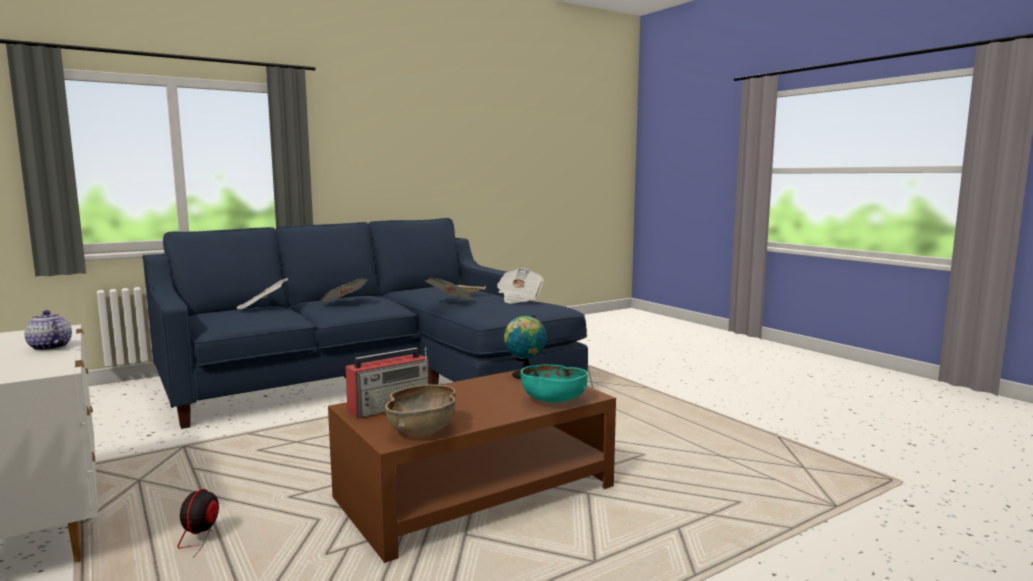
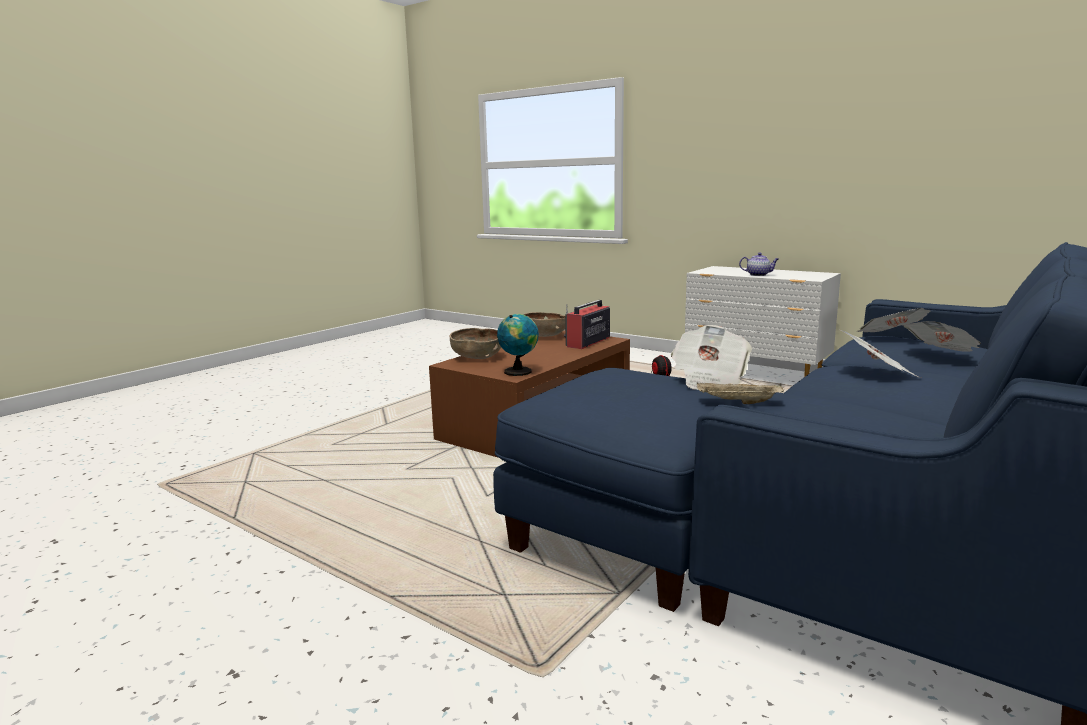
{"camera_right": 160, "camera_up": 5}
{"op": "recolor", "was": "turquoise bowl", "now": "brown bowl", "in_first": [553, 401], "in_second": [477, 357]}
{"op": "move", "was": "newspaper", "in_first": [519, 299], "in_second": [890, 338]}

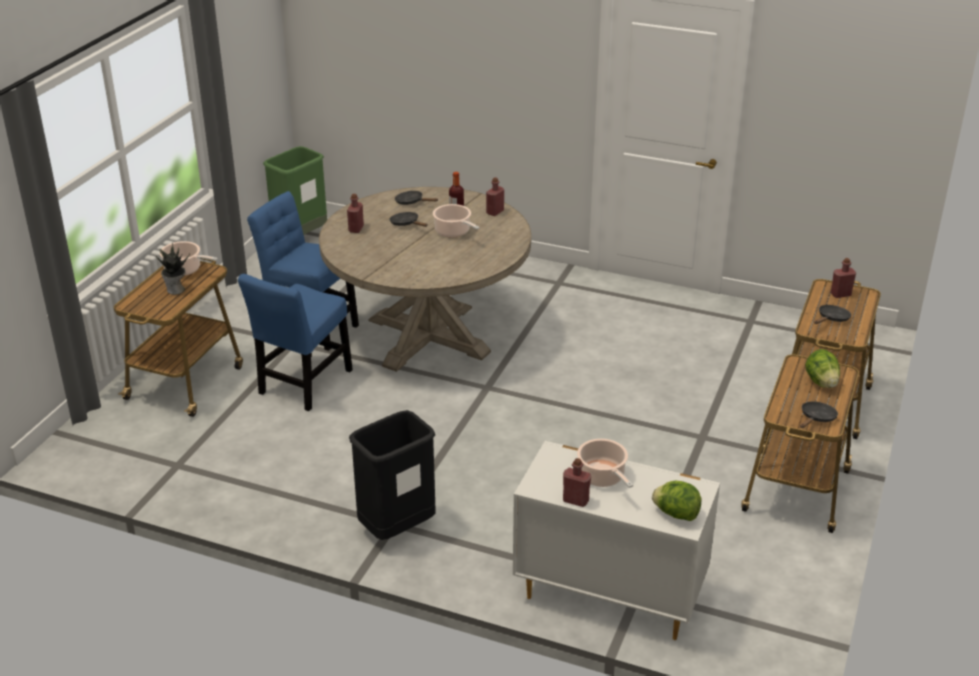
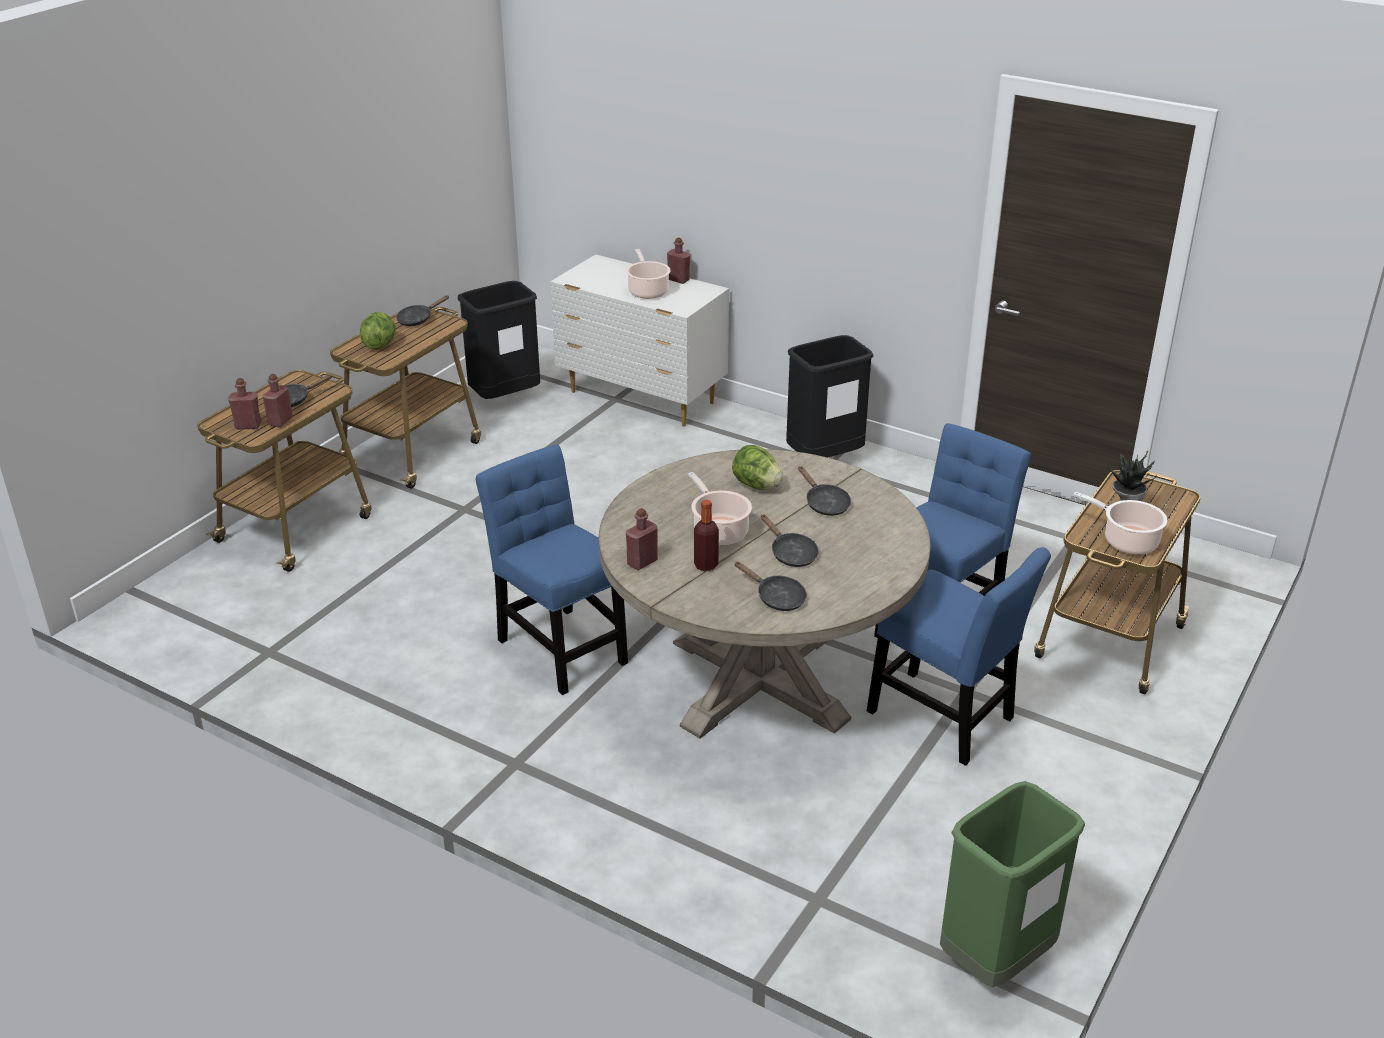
{"camera_right": -170, "camera_up": 0}
{"op": "move", "was": "red bottle", "in_first": [356, 229], "in_second": [280, 421]}
{"op": "insert", "now": "black trash can", "in_second": [505, 398]}
{"op": "insert", "now": "blue chair", "in_second": [559, 647]}
{"op": "move", "was": "lettuce", "in_first": [676, 514], "in_second": [756, 486]}
{"op": "insert", "now": "black frying pan", "in_second": [824, 503]}

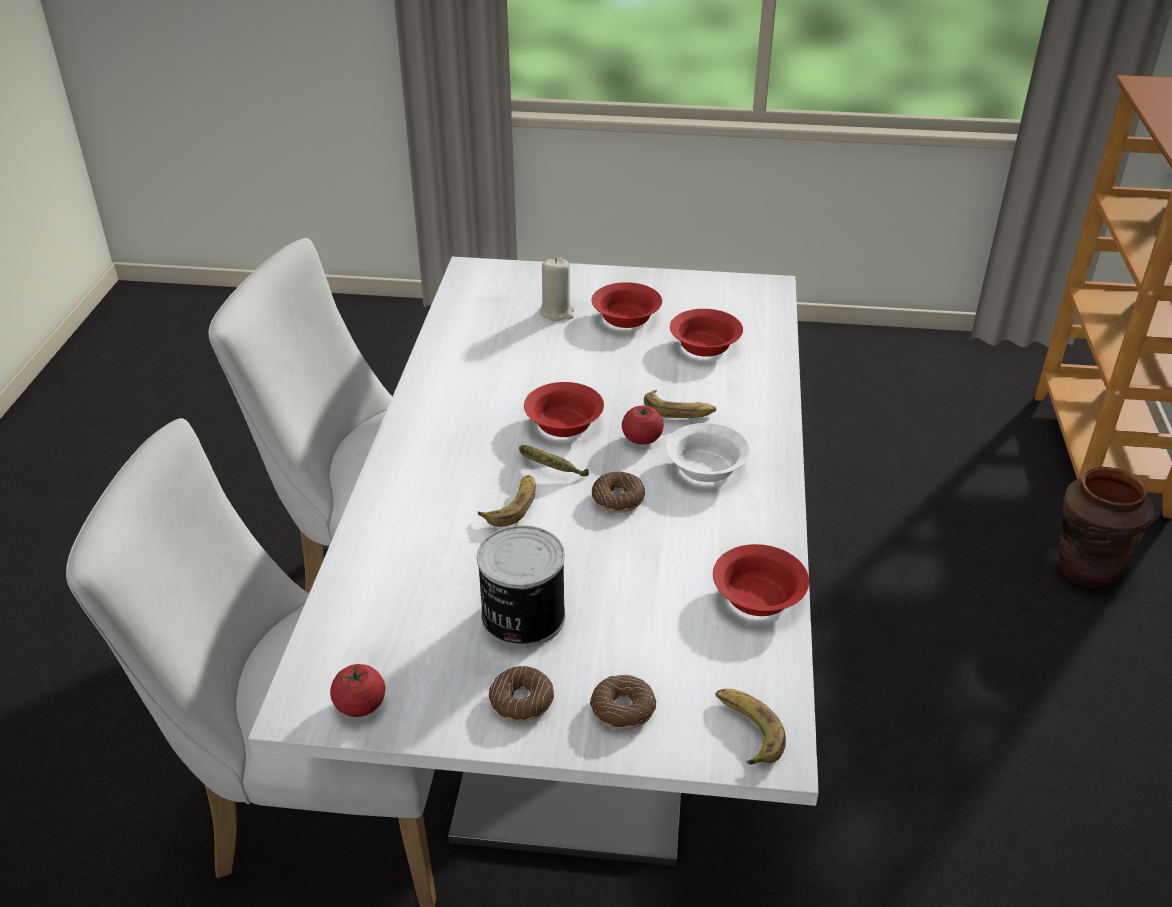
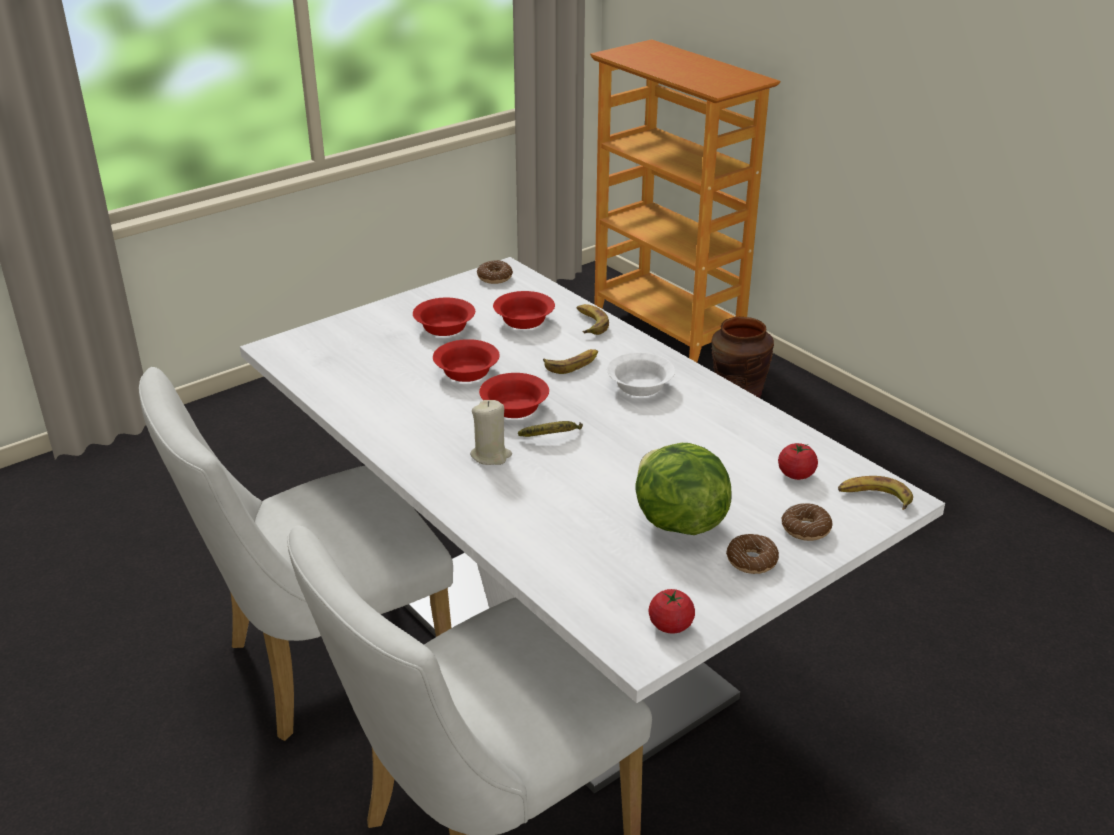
{"camera_right": -45, "camera_up": -5}
{"op": "move", "was": "red bowl", "in_first": [759, 597], "in_second": [468, 372]}
{"op": "move", "was": "beige candle", "in_first": [557, 312], "in_second": [491, 455]}
{"op": "move", "was": "donut", "in_first": [618, 499], "in_second": [494, 278]}
{"op": "move", "was": "banana", "in_first": [512, 505], "in_second": [589, 323]}
{"op": "replace", "was": "can", "now": "lettuce", "in_first": [521, 617], "in_second": [677, 522]}
{"op": "move", "was": "tomato", "in_first": [642, 439], "in_second": [796, 474]}

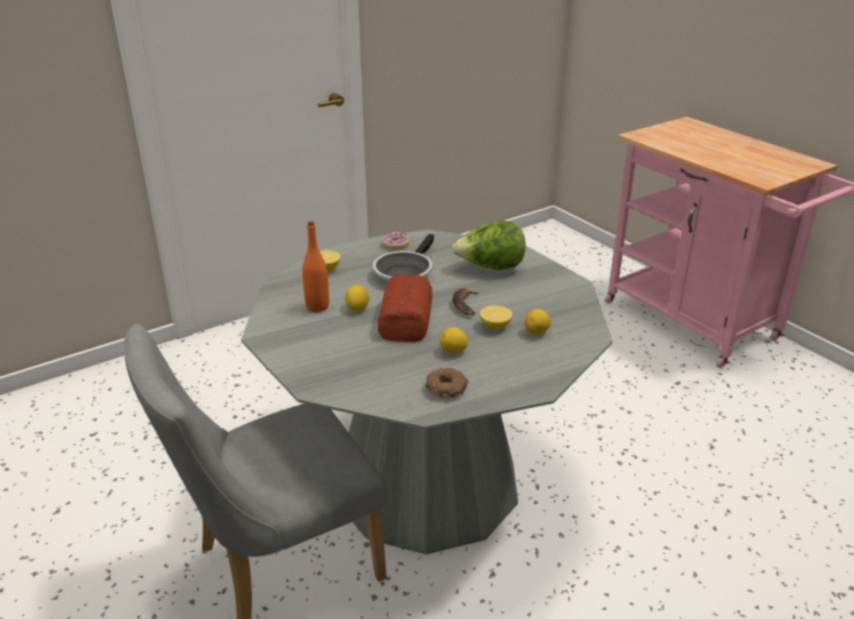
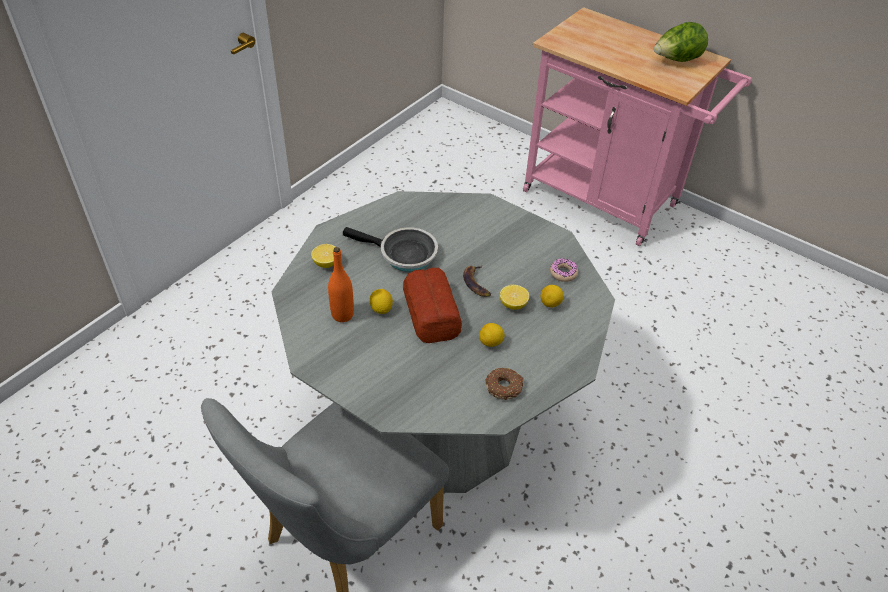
{"camera_right": -20, "camera_up": 15}
{"op": "rotate", "was": "frying pan", "in_first": [404, 273], "in_second": [403, 254], "clockwise": -75}
{"op": "move", "was": "donut", "in_first": [396, 244], "in_second": [563, 273]}
{"op": "move", "was": "lettuce", "in_first": [490, 268], "in_second": [676, 61]}

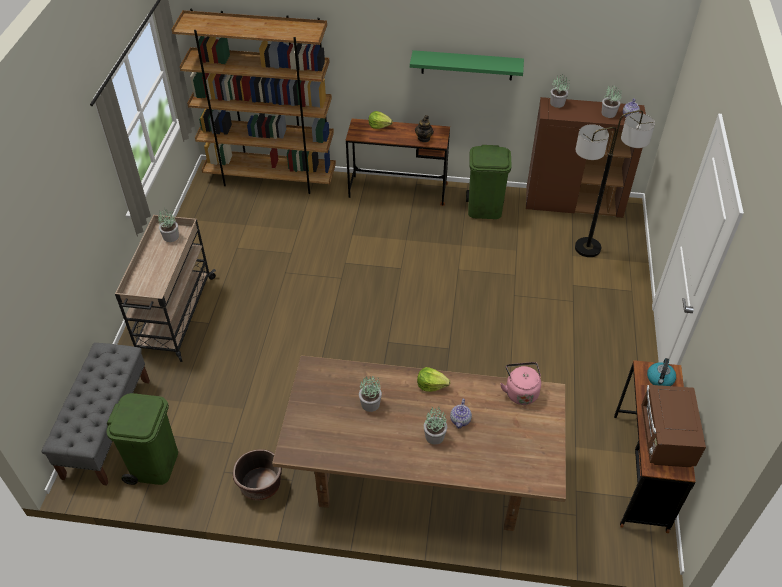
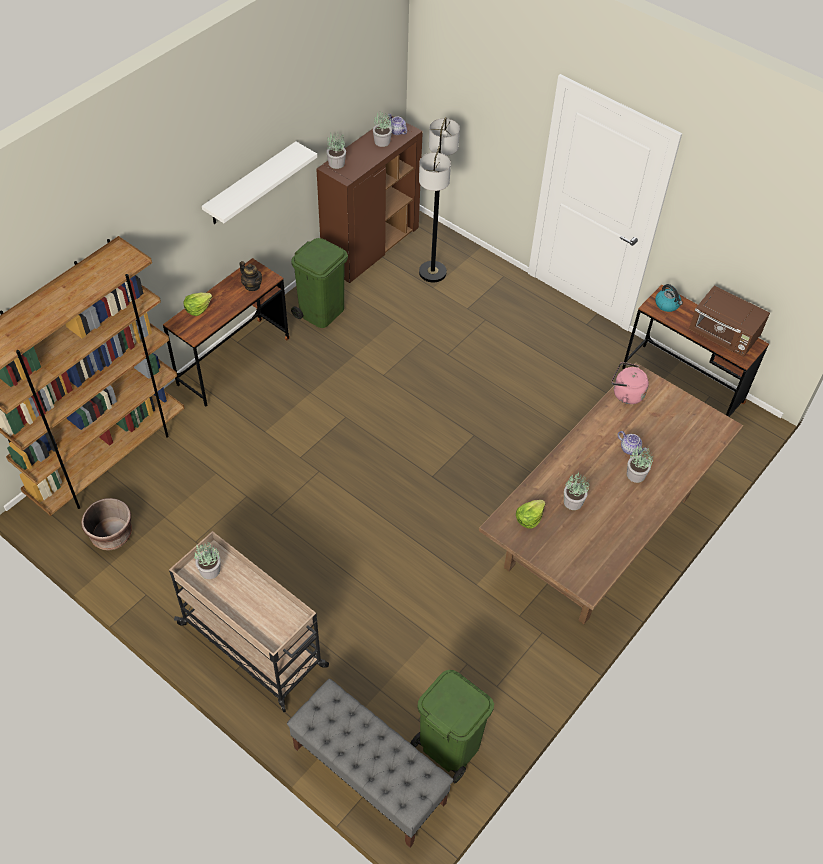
{"camera_right": -60, "camera_up": 5}
{"op": "move", "was": "brown planter", "in_first": [260, 485], "in_second": [112, 535]}
{"op": "recolor", "was": "green shelf", "now": "white shelf", "in_first": [467, 65], "in_second": [251, 184]}
{"op": "move", "was": "lettuce", "in_first": [431, 385], "in_second": [529, 518]}

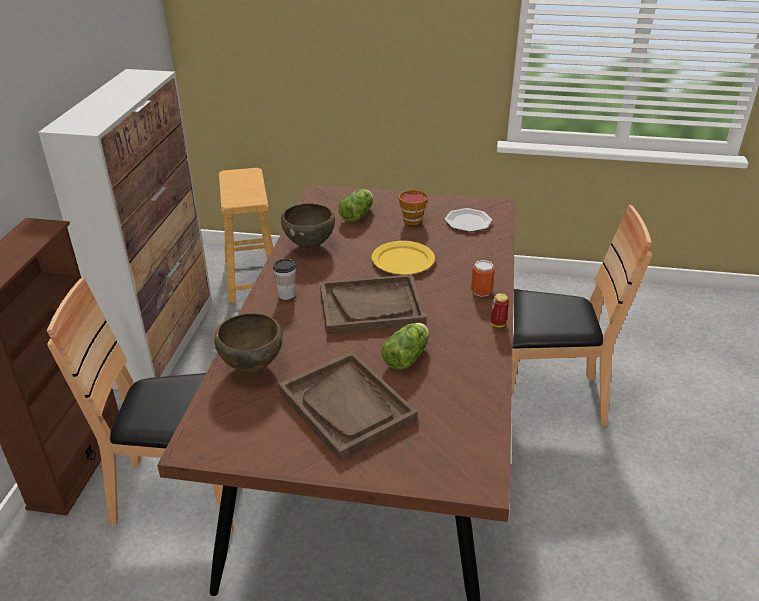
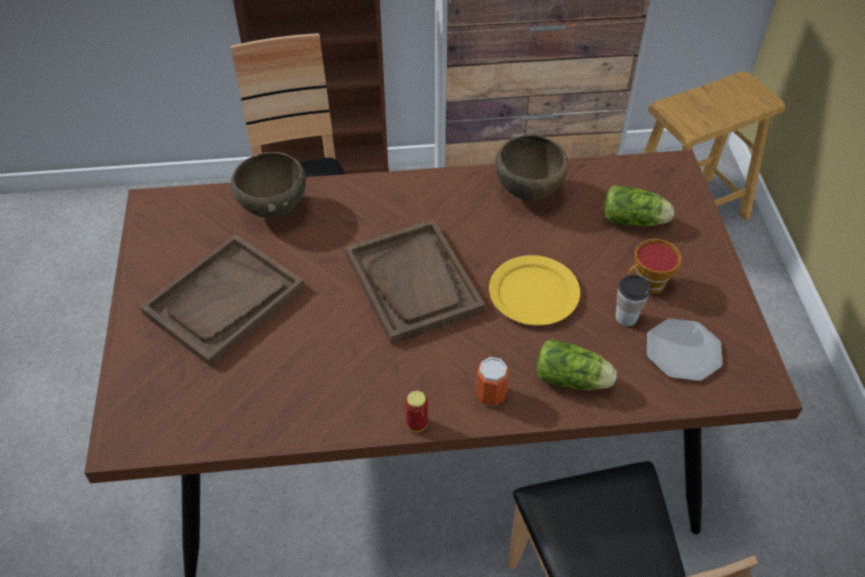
{"camera_right": 75, "camera_up": 15}
{"op": "move", "was": "lettuce", "in_first": [408, 355], "in_second": [574, 380]}
{"op": "move", "was": "cup", "in_first": [286, 295], "in_second": [626, 317]}

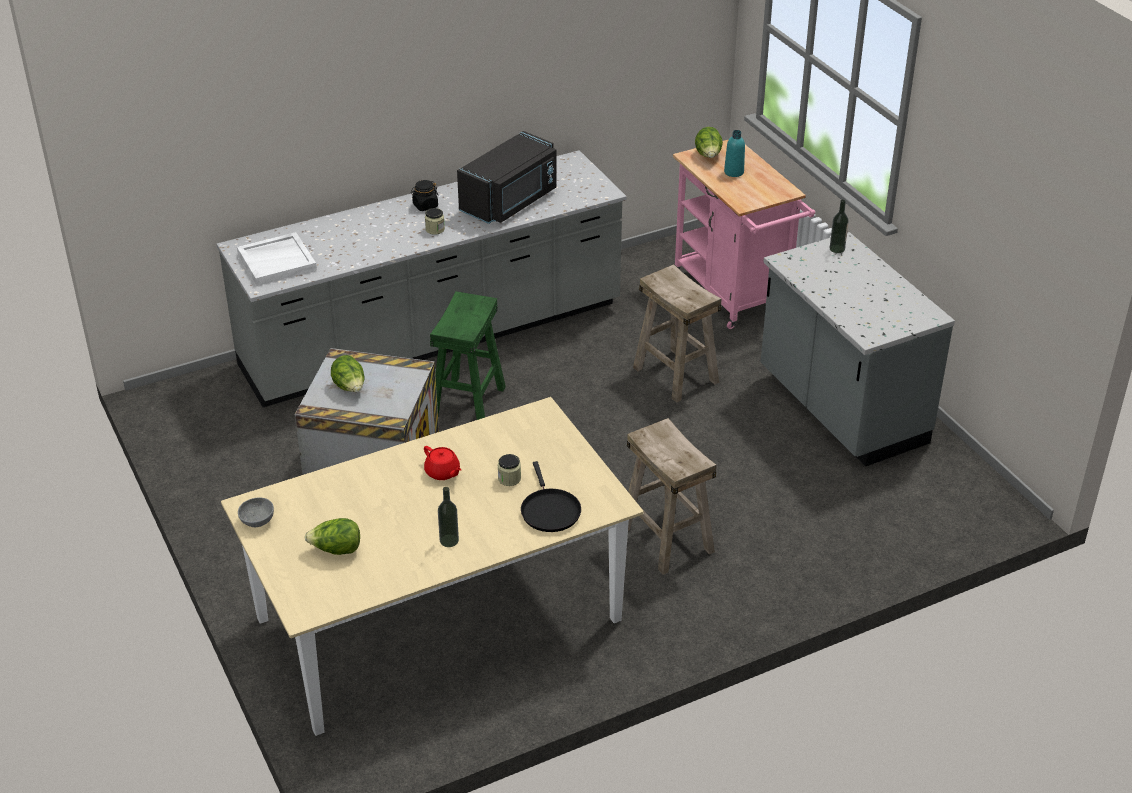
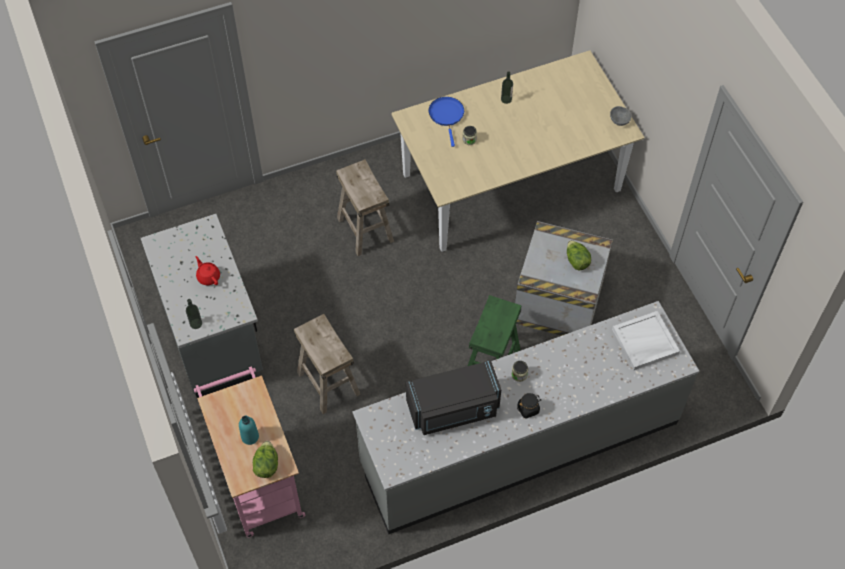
{"camera_right": -175, "camera_up": 20}
{"op": "move", "was": "red teapot", "in_first": [442, 472], "in_second": [208, 277]}
{"op": "rotate", "was": "black microwave", "in_first": [511, 201], "in_second": [453, 409], "clockwise": -150}
{"op": "recolor", "was": "black frying pan", "now": "blue frying pan", "in_first": [549, 510], "in_second": [447, 115]}
{"op": "delete", "was": "lettuce", "in_first": [336, 550]}

